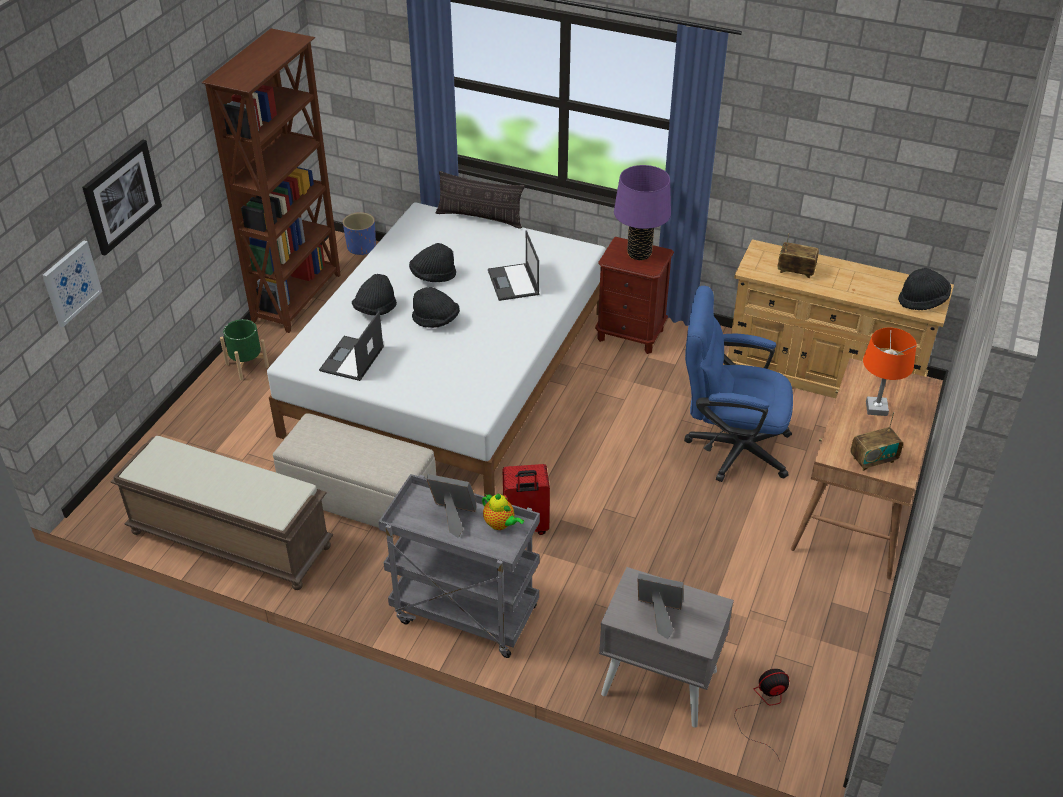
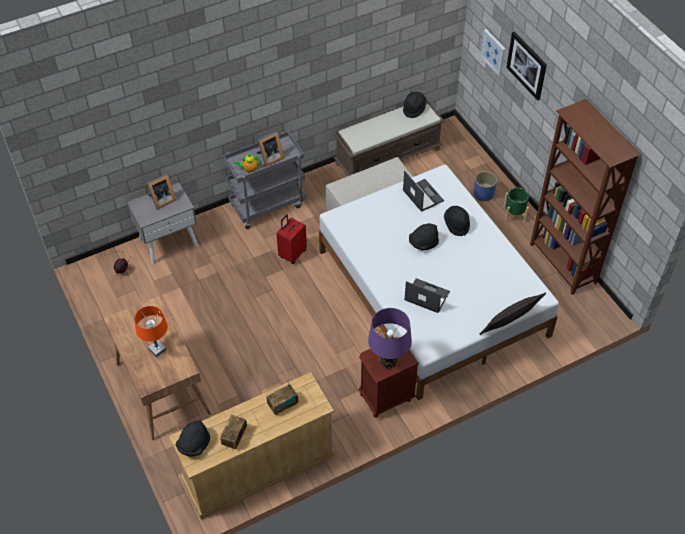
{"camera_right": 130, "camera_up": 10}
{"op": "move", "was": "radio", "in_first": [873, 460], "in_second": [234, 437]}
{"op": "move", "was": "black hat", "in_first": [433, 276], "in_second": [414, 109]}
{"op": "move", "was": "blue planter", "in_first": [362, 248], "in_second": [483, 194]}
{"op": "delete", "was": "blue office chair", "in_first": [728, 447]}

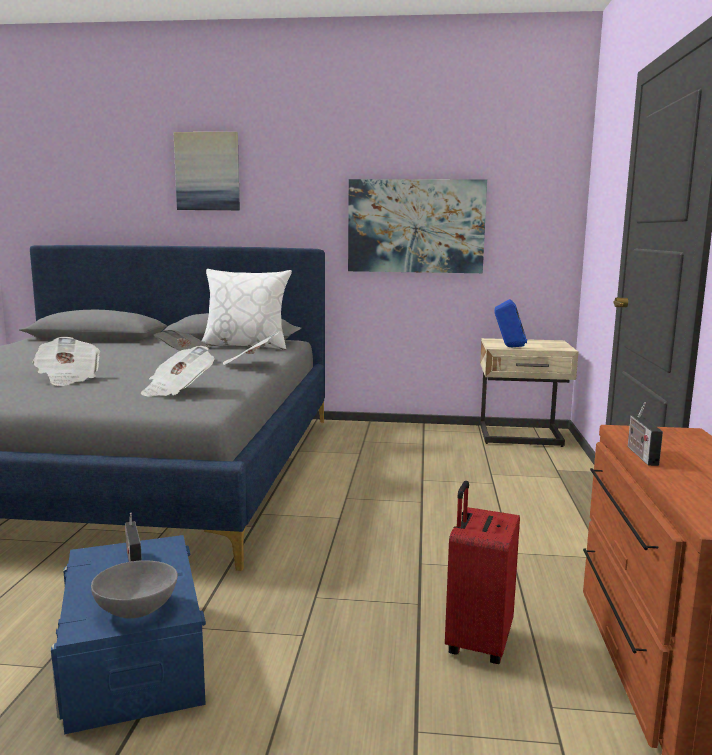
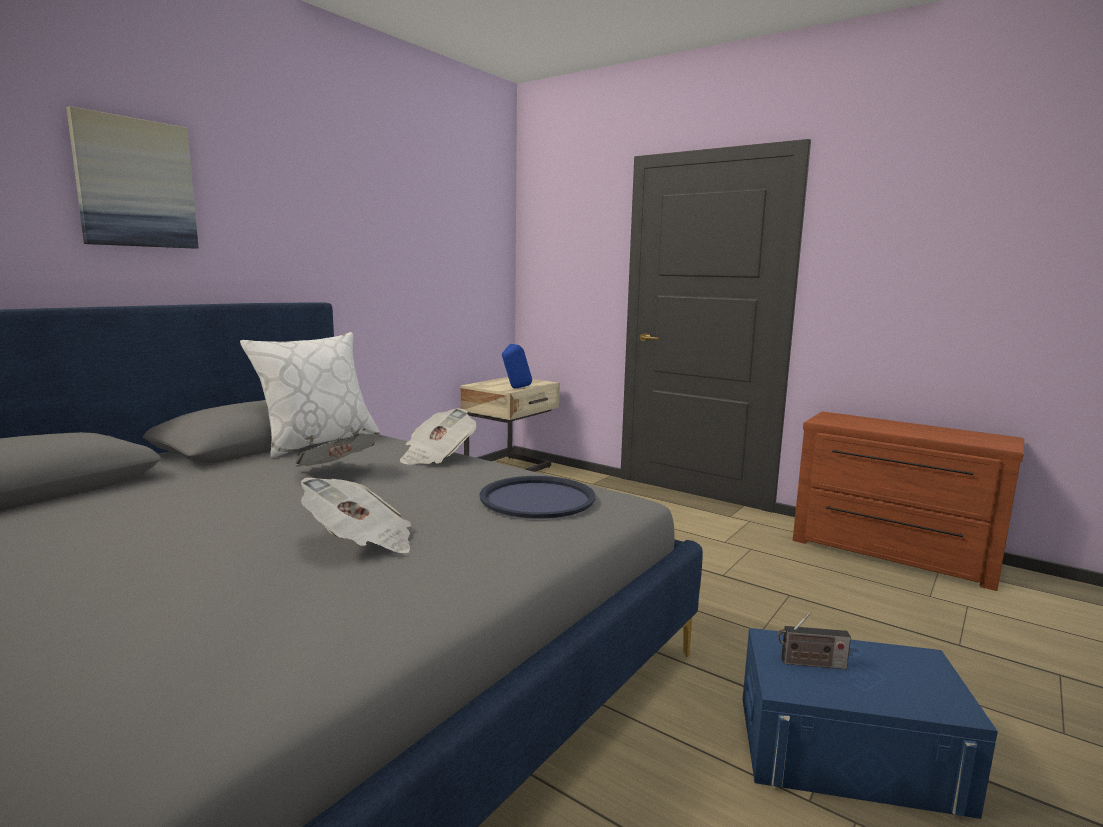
{"camera_right": -60, "camera_up": 0}
{"op": "replace", "was": "newspaper", "now": "blue tray", "in_first": [177, 390], "in_second": [537, 498]}
{"op": "delete", "was": "grey bowl", "in_first": [136, 609]}
{"op": "delete", "was": "picture", "in_first": [416, 226]}
{"op": "delete", "was": "red suitcase", "in_first": [477, 642]}
{"op": "delete", "was": "radio", "in_first": [640, 455]}

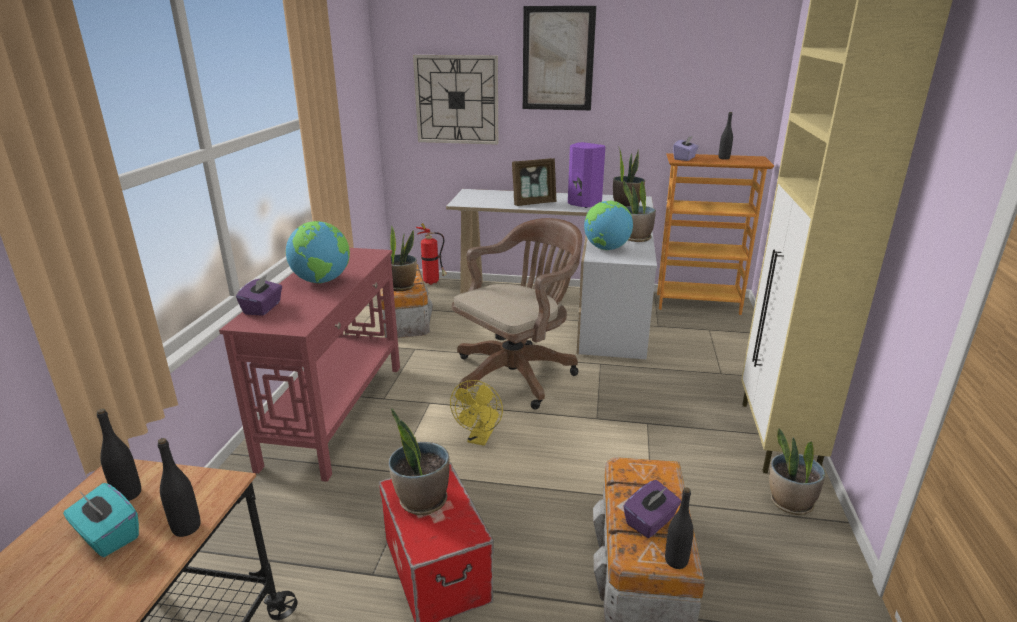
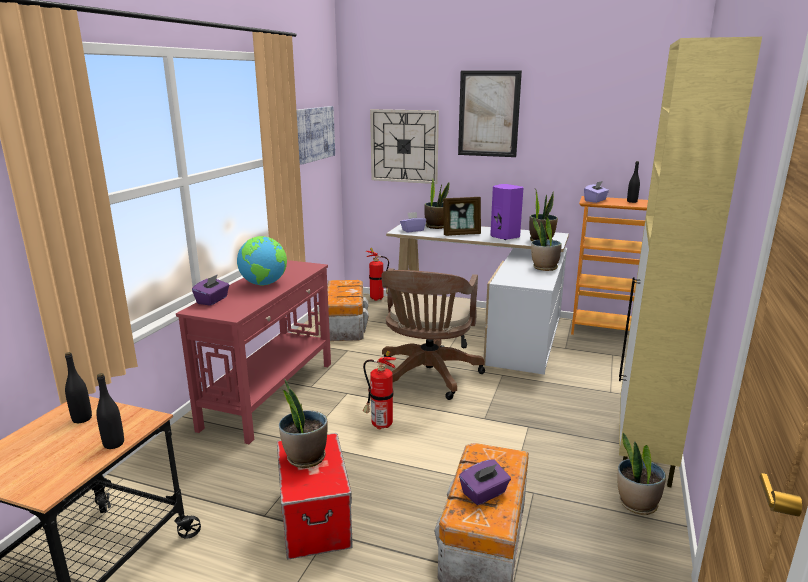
{"camera_right": 10, "camera_up": -5}
{"op": "insert", "now": "picture", "in_second": [314, 134]}
{"op": "replace", "was": "yellow fan", "now": "fire extinguisher", "in_first": [479, 439], "in_second": [379, 425]}
{"op": "rotate", "was": "brown office chair", "in_first": [518, 373], "in_second": [428, 376], "clockwise": 135}
{"op": "insert", "now": "purple tissue box", "in_second": [412, 230]}
{"op": "move", "was": "potted plant", "in_first": [401, 286], "in_second": [436, 226]}
{"op": "delete", "was": "turquoise tissue box", "in_first": [107, 536]}
{"op": "delete", "was": "globe", "in_first": [606, 248]}
{"op": "delete", "was": "black bottle", "in_first": [676, 561]}

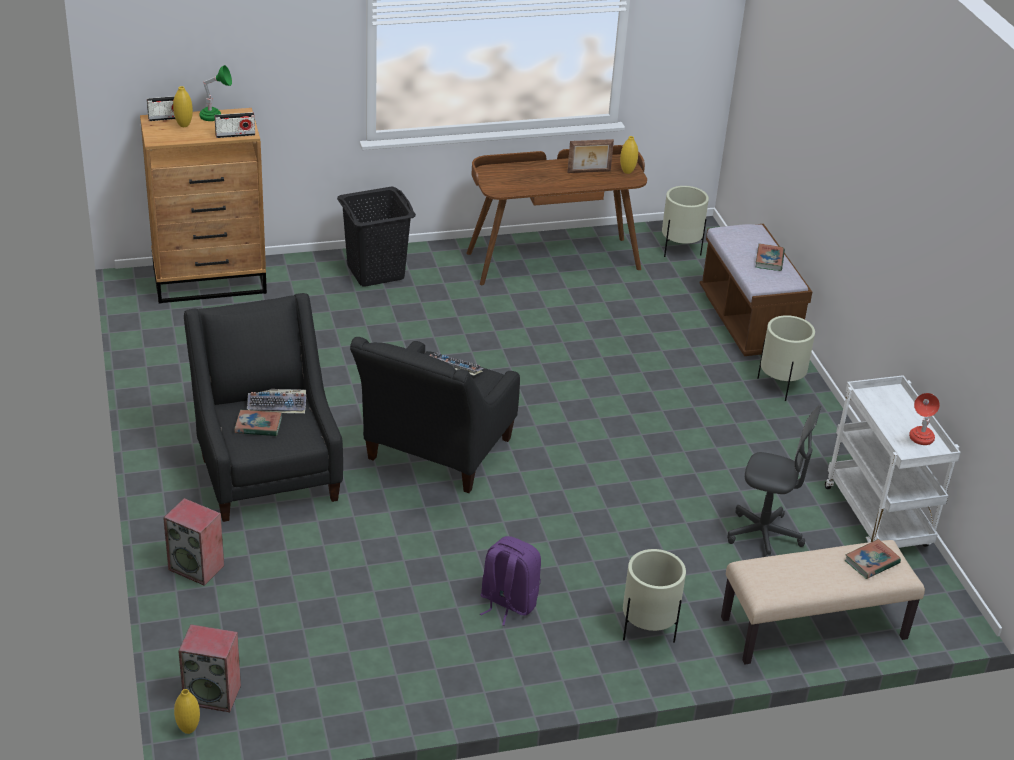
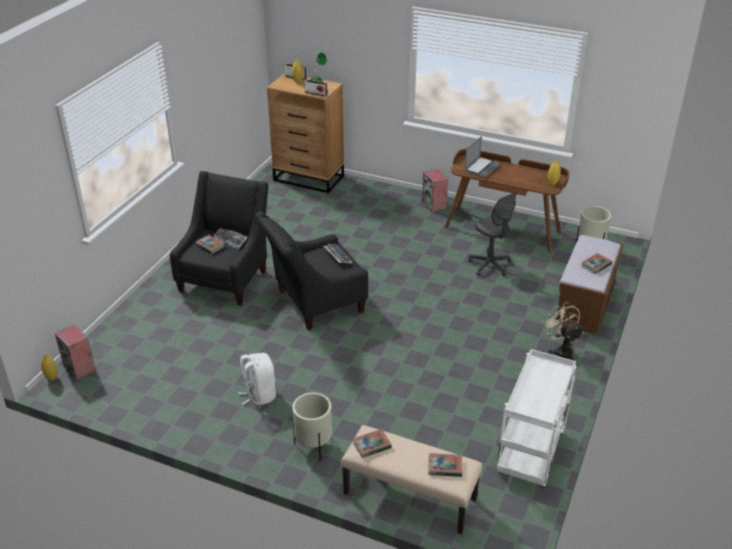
{"camera_right": 40, "camera_up": 0}
{"op": "recolor", "was": "purple backpack", "now": "white backpack", "in_first": [507, 603], "in_second": [259, 394]}
{"op": "insert", "now": "book", "in_second": [372, 445]}
{"op": "move", "was": "speaker", "in_first": [197, 567], "in_second": [434, 205]}
{"op": "insert", "now": "laptop", "in_second": [481, 167]}
{"op": "move", "was": "grey office chair", "in_first": [764, 536], "in_second": [490, 265]}
{"op": "replace", "was": "beige planter", "now": "beige fan", "in_first": [780, 386], "in_second": [561, 350]}
{"op": "delete", "was": "black laundry basket", "in_first": [375, 272]}
{"op": "delete", "was": "picture frame", "in_first": [589, 172]}
{"op": "delete", "was": "red table lamp", "in_first": [919, 442]}

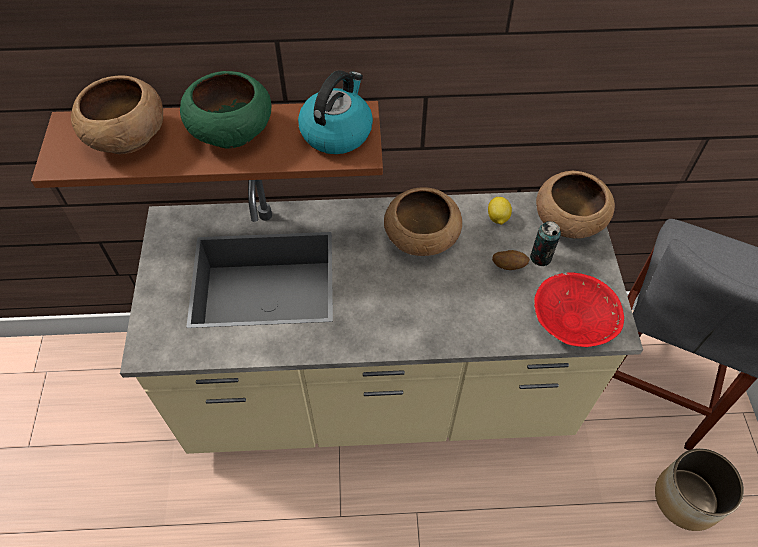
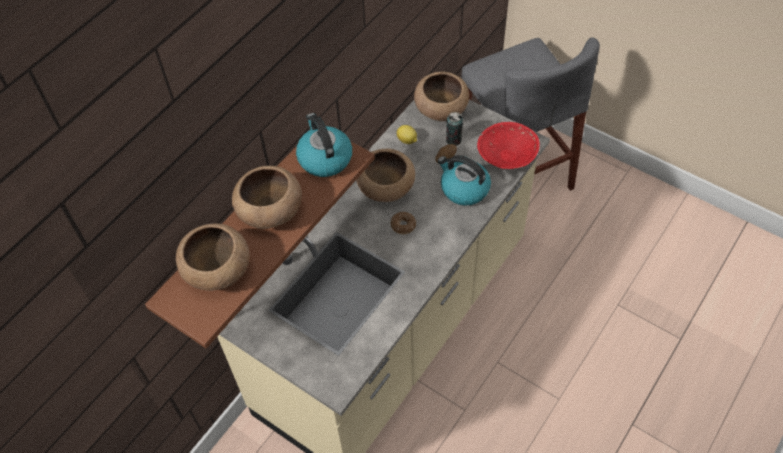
{"camera_right": -50, "camera_up": 0}
{"op": "recolor", "was": "green bowl", "now": "brown bowl", "in_first": [231, 131], "in_second": [269, 211]}
{"op": "insert", "now": "donut", "in_second": [403, 225]}
{"op": "insert", "now": "kettle", "in_second": [464, 189]}
{"op": "delete", "was": "planter", "in_first": [687, 499]}

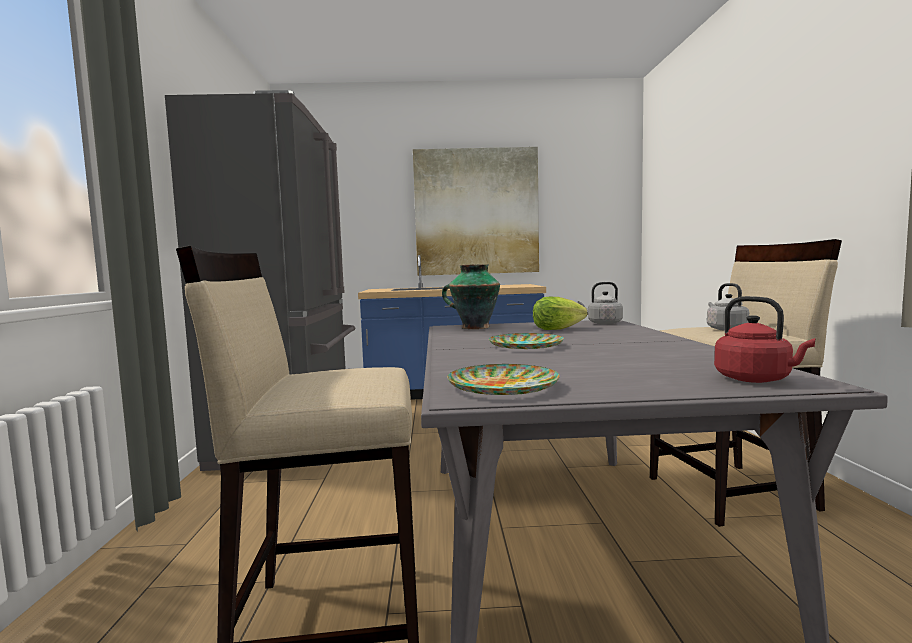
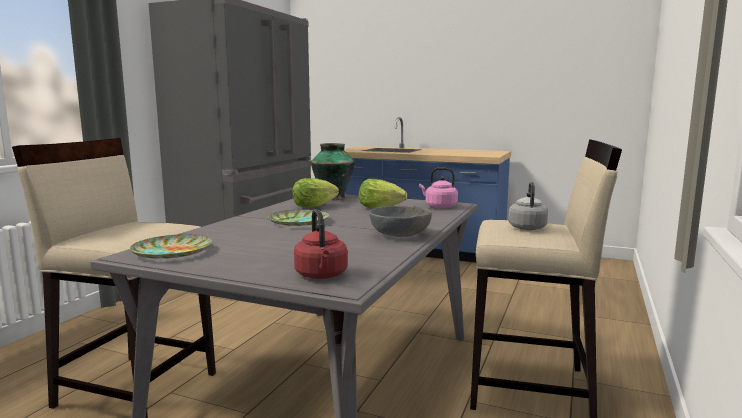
{"camera_right": 25, "camera_up": 5}
{"op": "insert", "now": "lettuce", "in_second": [313, 206]}
{"op": "insert", "now": "grey bowl", "in_second": [399, 235]}
{"op": "recolor", "was": "grey kettle", "now": "pink kettle", "in_first": [602, 323], "in_second": [439, 207]}
{"op": "delete", "was": "picture", "in_first": [476, 212]}

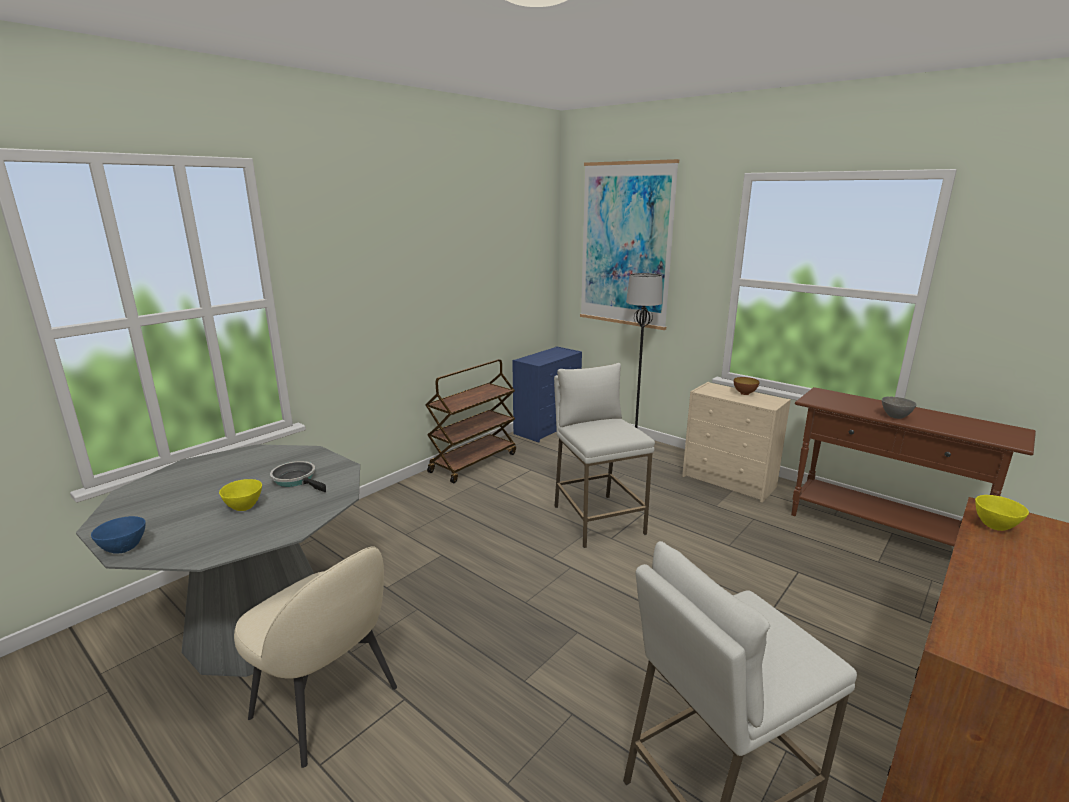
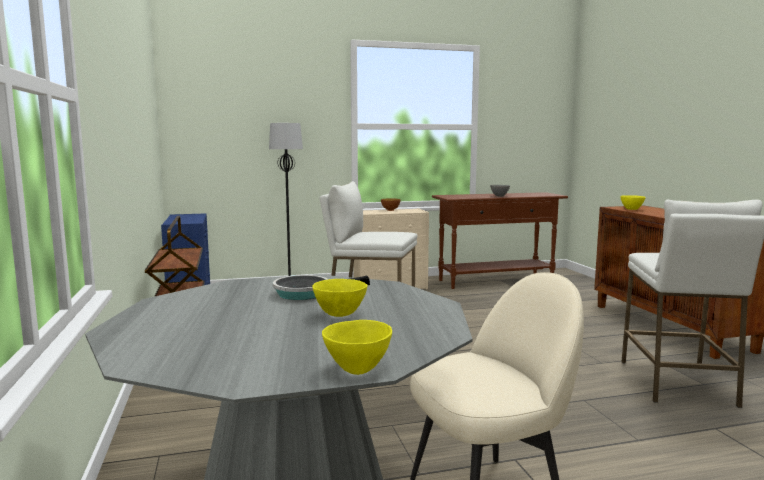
{"camera_right": -55, "camera_up": -10}
{"op": "recolor", "was": "blue bowl", "now": "yellow bowl", "in_first": [125, 548], "in_second": [357, 369]}
{"op": "delete", "was": "picture", "in_first": [626, 245]}

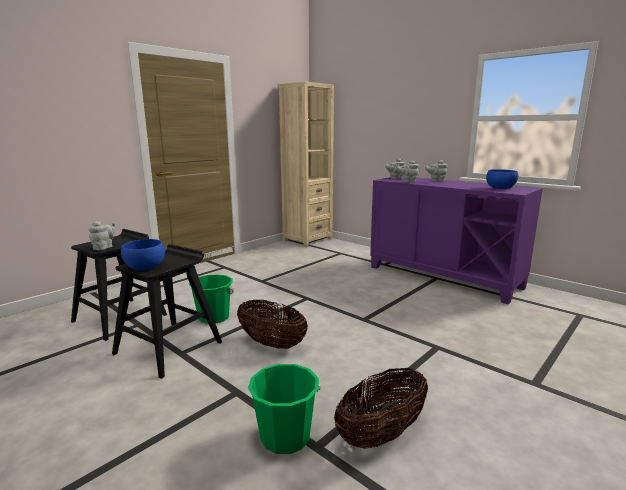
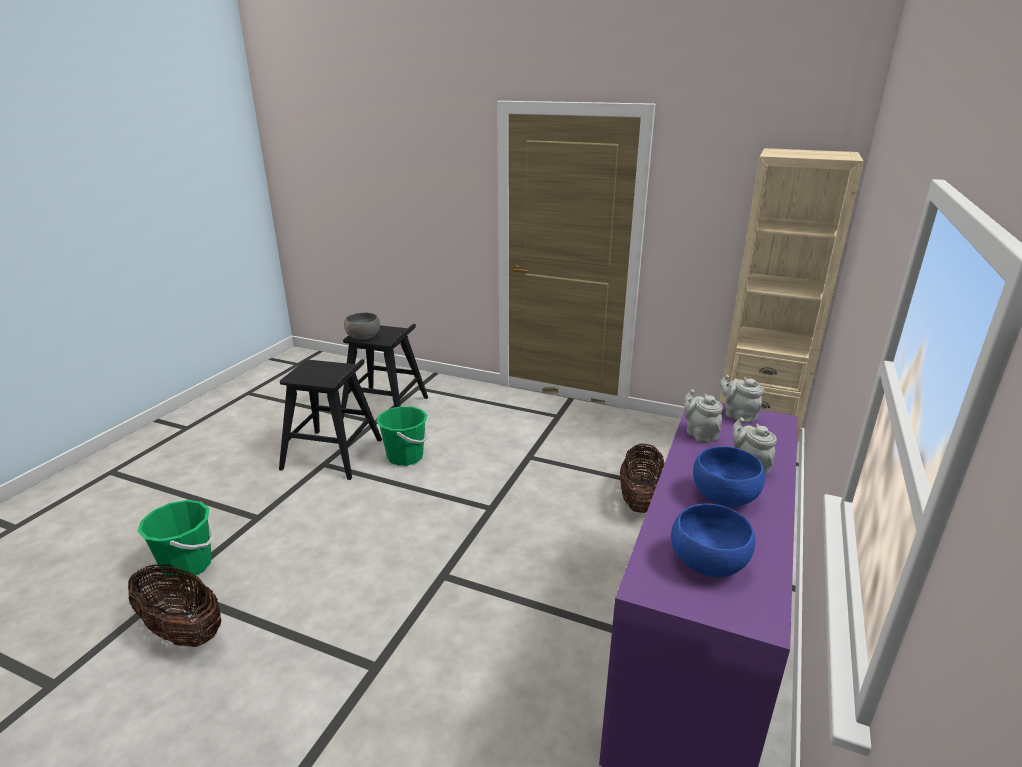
{"camera_right": 70, "camera_up": 10}
{"op": "replace", "was": "grey teapot", "now": "grey bowl", "in_first": [104, 247], "in_second": [363, 337]}
{"op": "move", "was": "basket", "in_first": [272, 344], "in_second": [640, 499]}
{"op": "move", "was": "blue bowl", "in_first": [145, 267], "in_second": [725, 496]}

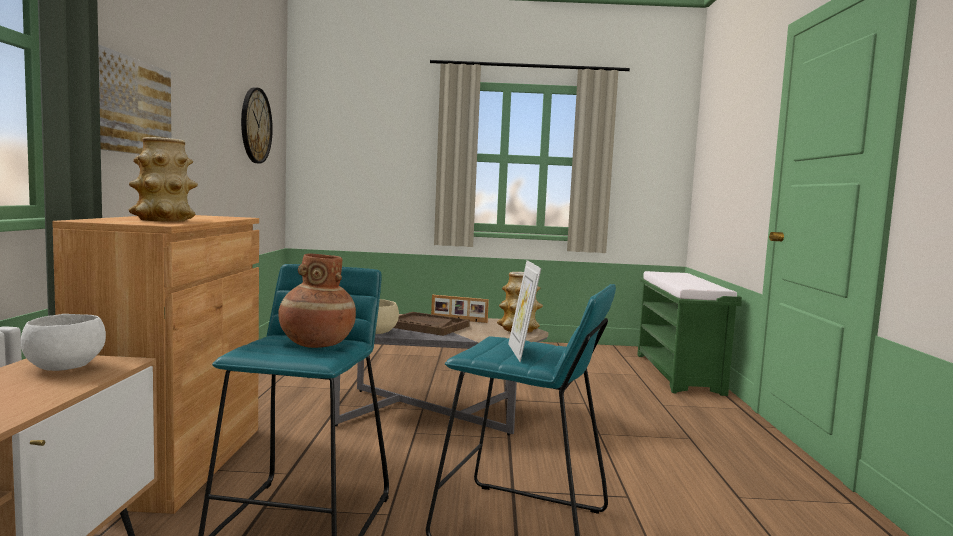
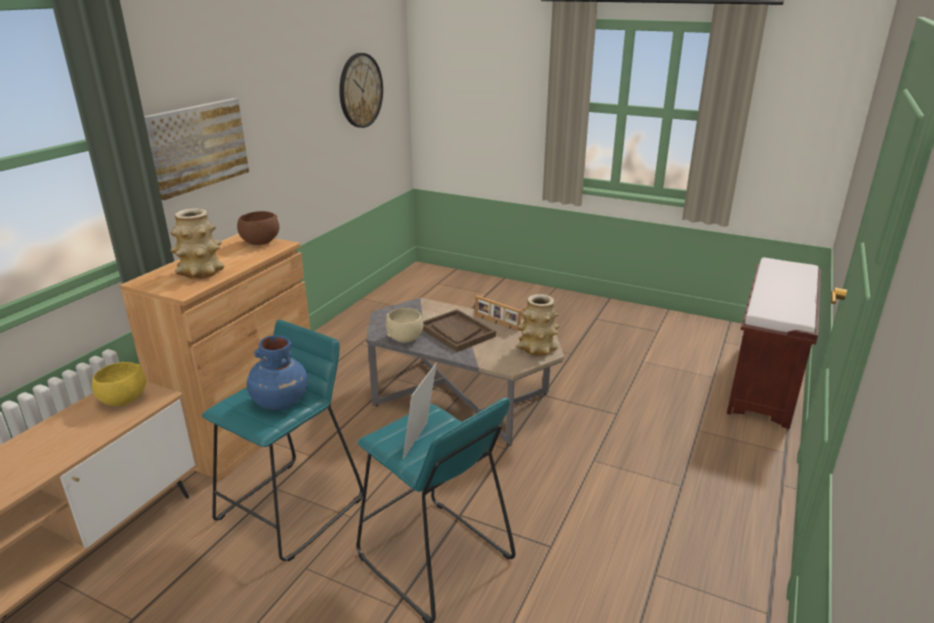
{"camera_right": 25, "camera_up": 20}
{"op": "recolor", "was": "white bowl", "now": "yellow bowl", "in_first": [64, 368], "in_second": [122, 400]}
{"op": "insert", "now": "brown bowl", "in_second": [259, 242]}
{"op": "recolor", "was": "brown vase", "now": "blue vase", "in_first": [316, 344], "in_second": [279, 402]}
{"op": "recolor", "was": "green bench", "now": "brown bench", "in_first": [679, 374], "in_second": [765, 382]}

